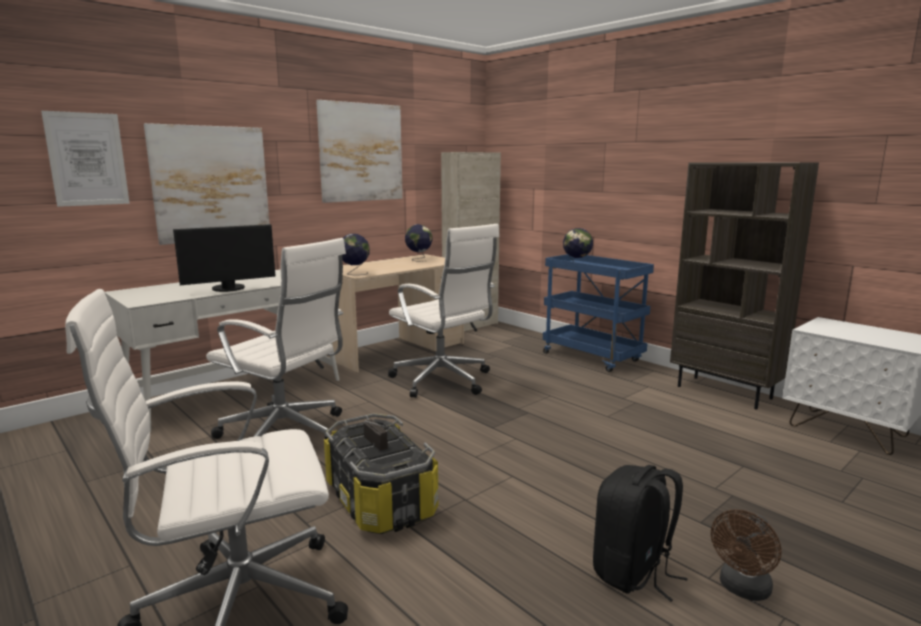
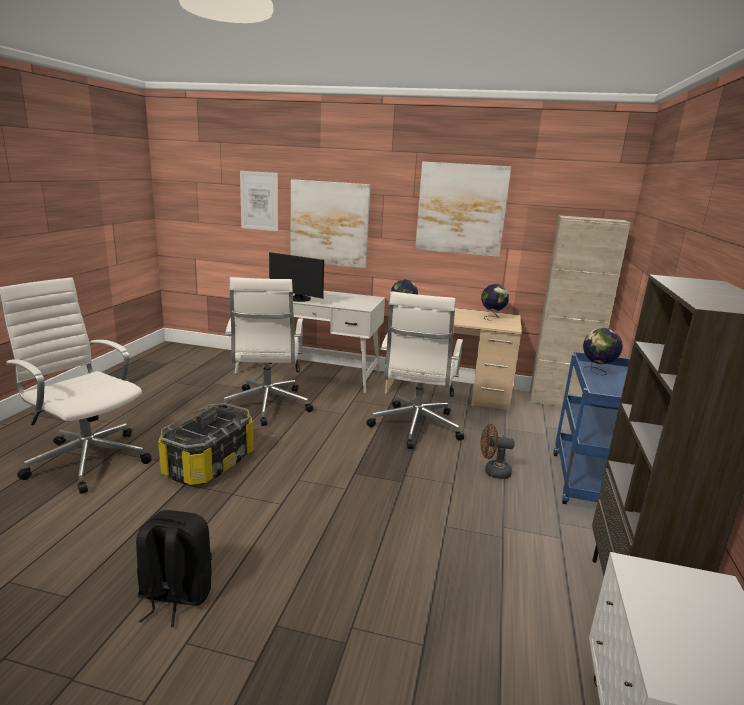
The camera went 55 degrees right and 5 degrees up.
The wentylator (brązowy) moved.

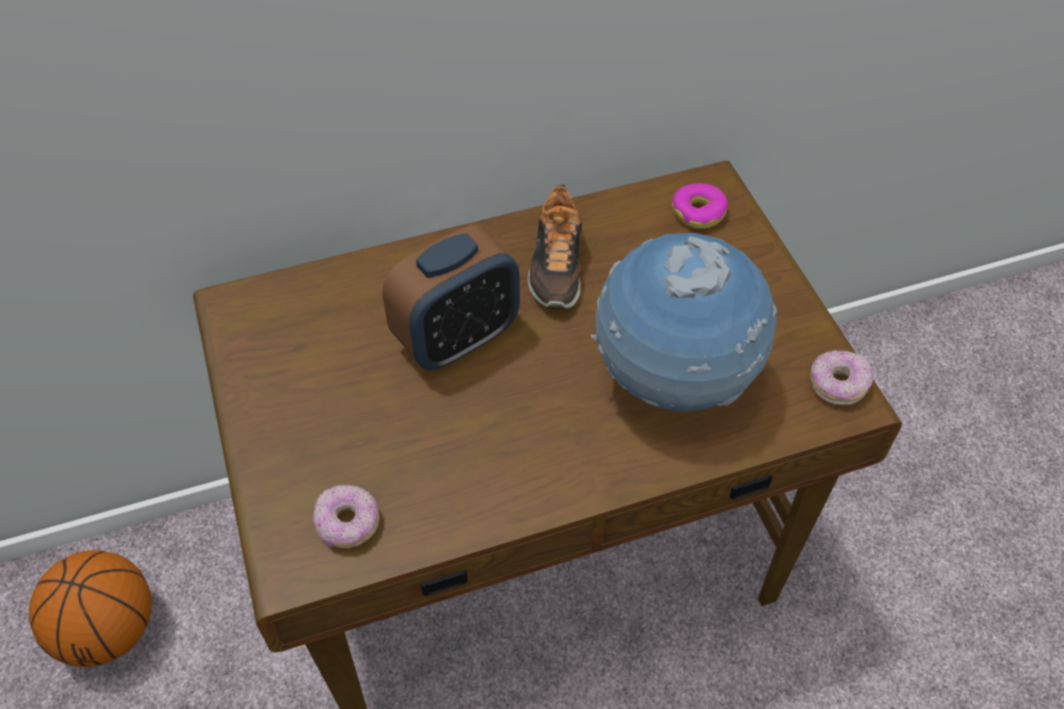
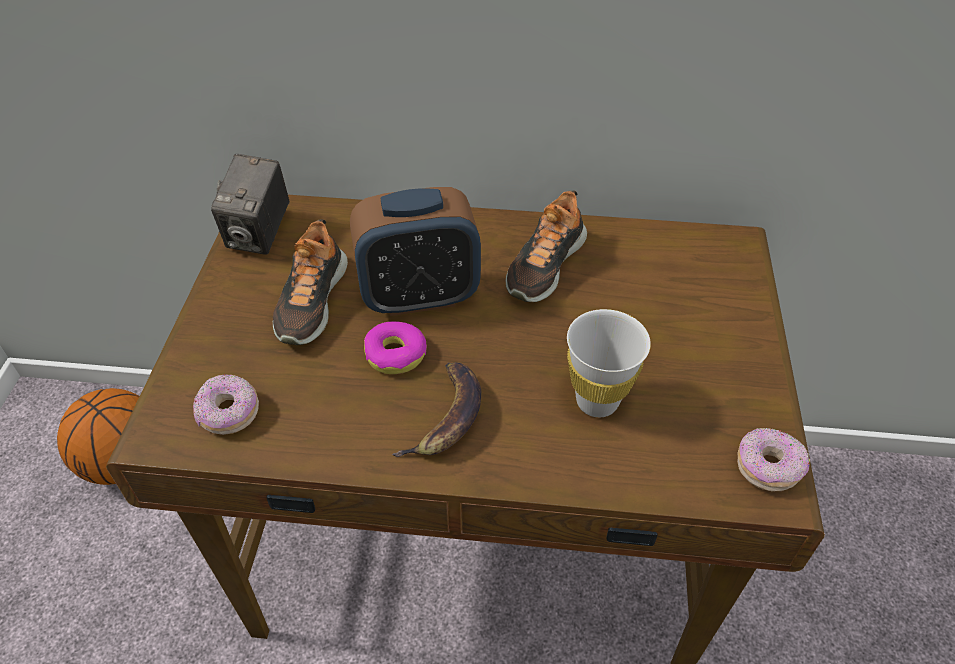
The camera went 25 degrees right and 5 degrees down.
The donut (no. 2 from left) moved.
The globus was replaced by the filiżanka (biały).
The aparat fotograficzny appeared.
The but (no. 1 from left) appeared.
The banan appeared.

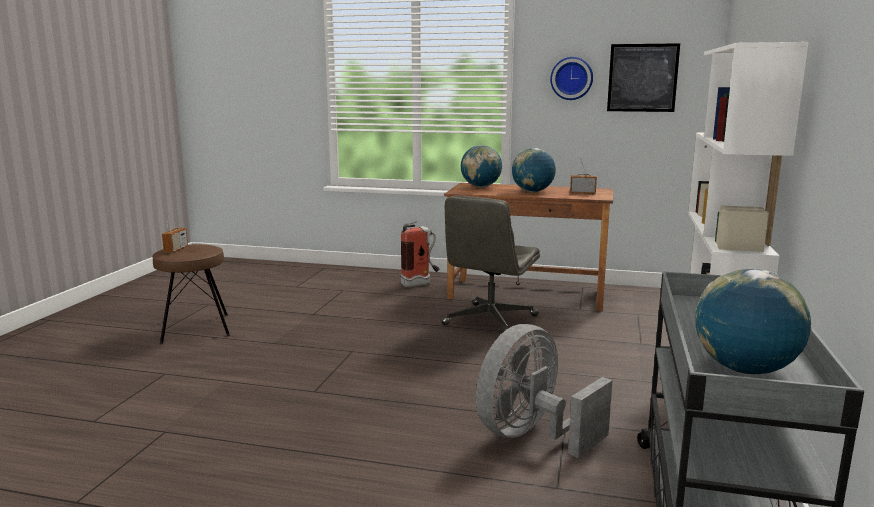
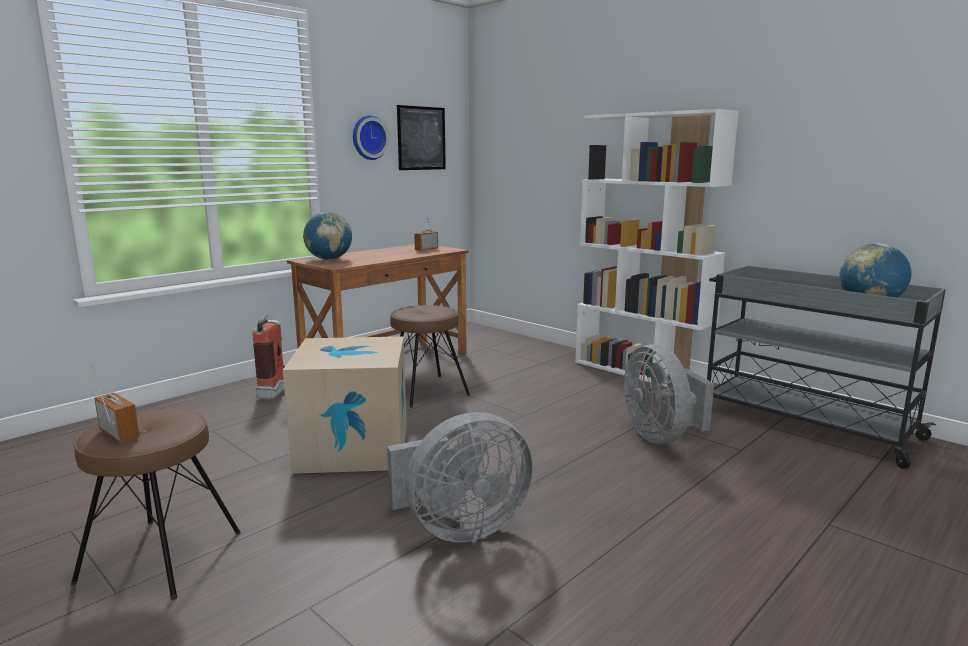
The camera went 60 degrees left and 0 degrees up.
The globus (no. 2 from left) disappeared.
The krzesło biurowe (szary) was replaced by the stołek (brązowy) (no. 2 from left).
The karton appeared.
The wentylator (szary) (no. 1 from left) appeared.

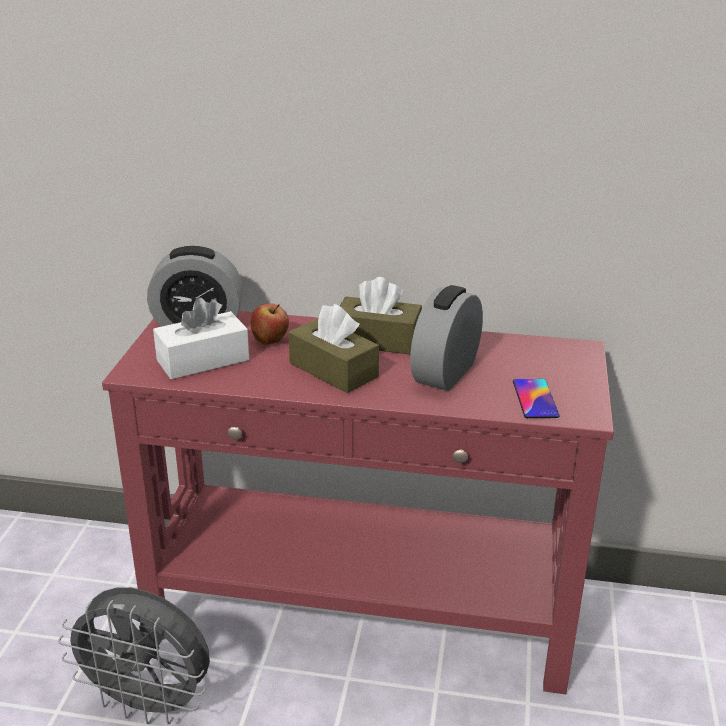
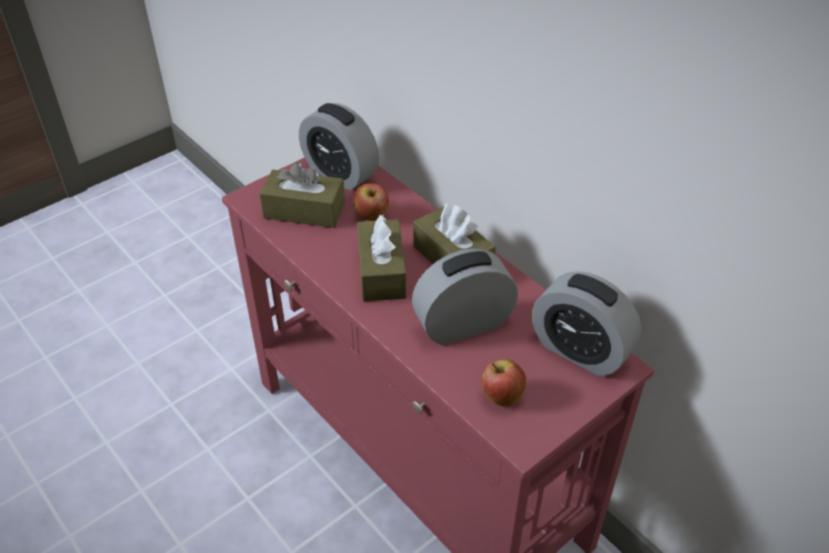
The camera went 40 degrees right and 15 degrees up.
The pudełko chusteczek (biały) became the pudełko chusteczek (brązowy) (no. 1 from left).
The telefon was replaced by the jabłko (no. 2 from left).
The wentylator (szary) disappeared.
The budzik (no. 3 from left) appeared.

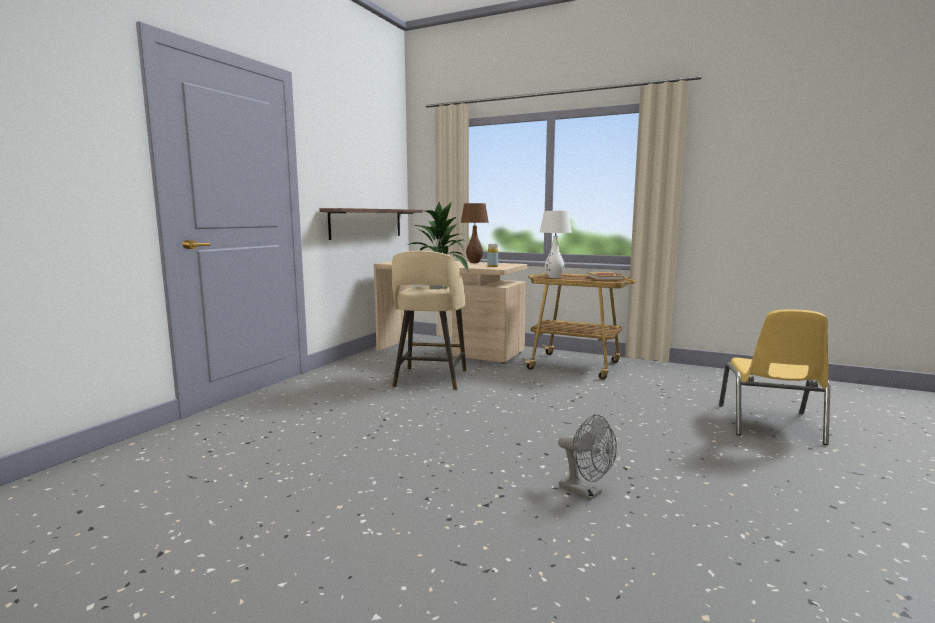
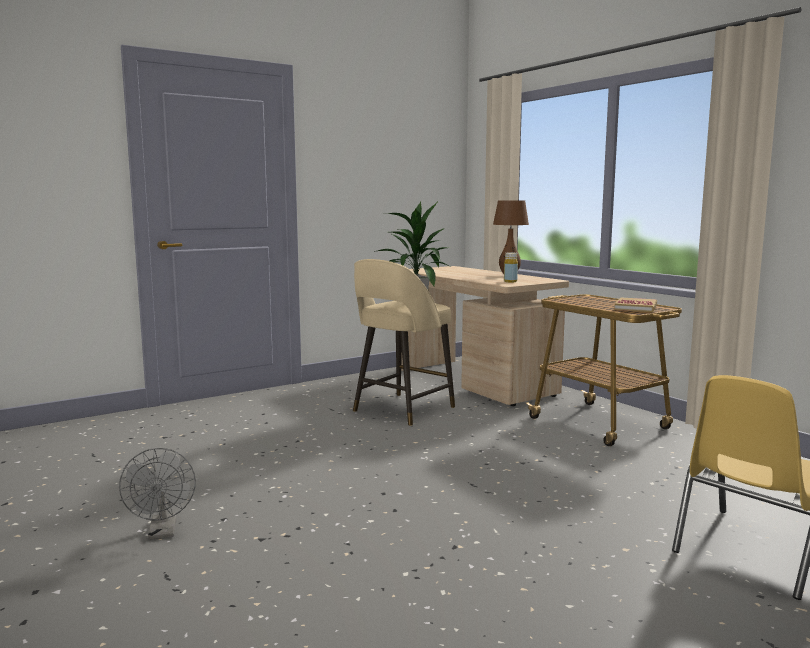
The camera went 30 degrees right and 0 degrees up.
The półka disappeared.
The lampa stołowa (biały) disappeared.
The wentylator (szary) moved.

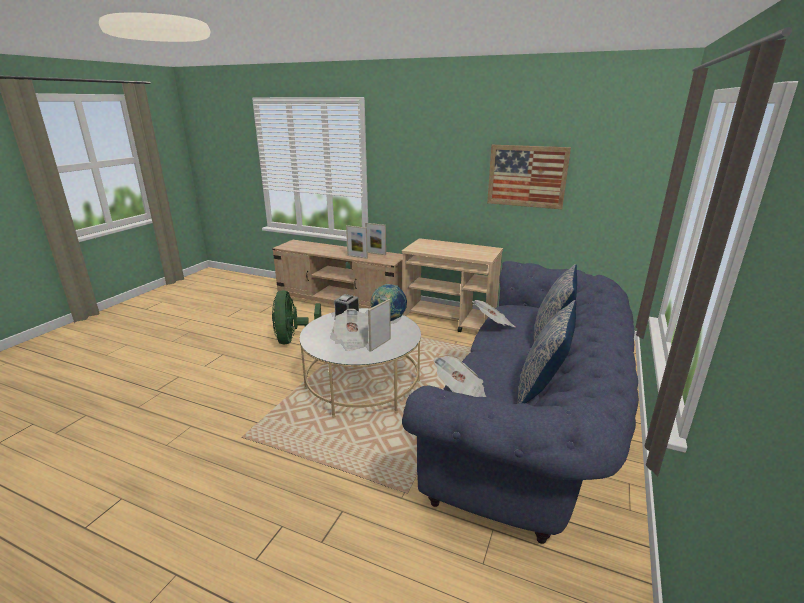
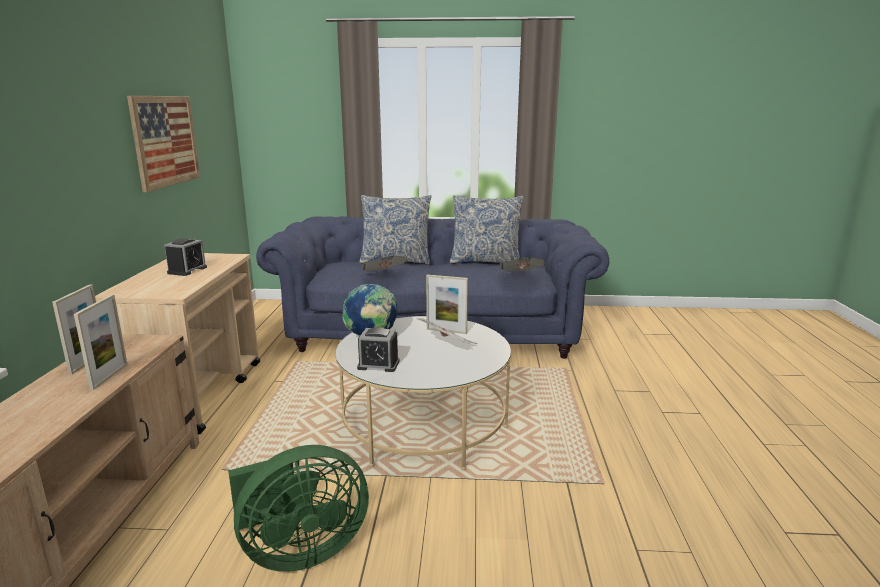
The camera went 110 degrees left and 5 degrees down.
The budzik (no. 1 from left) appeared.

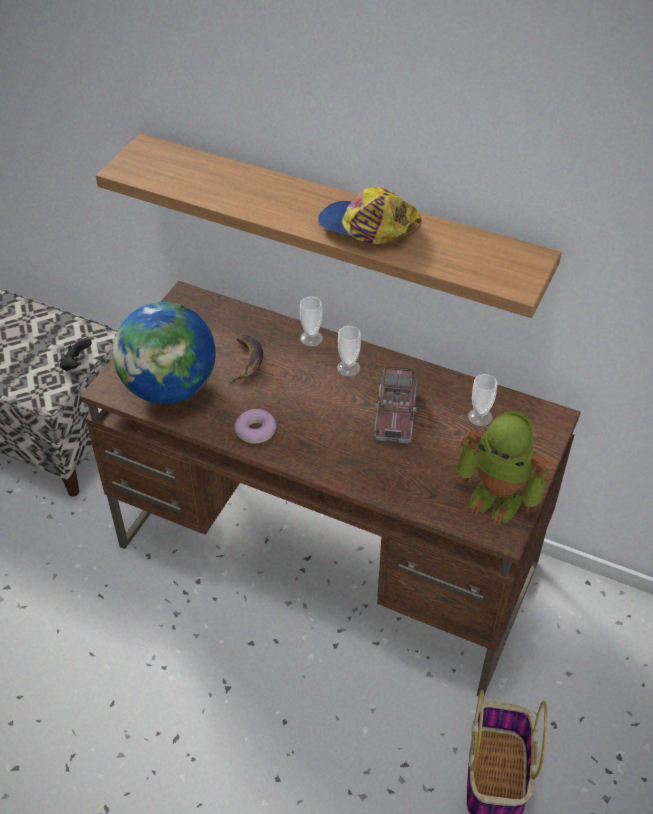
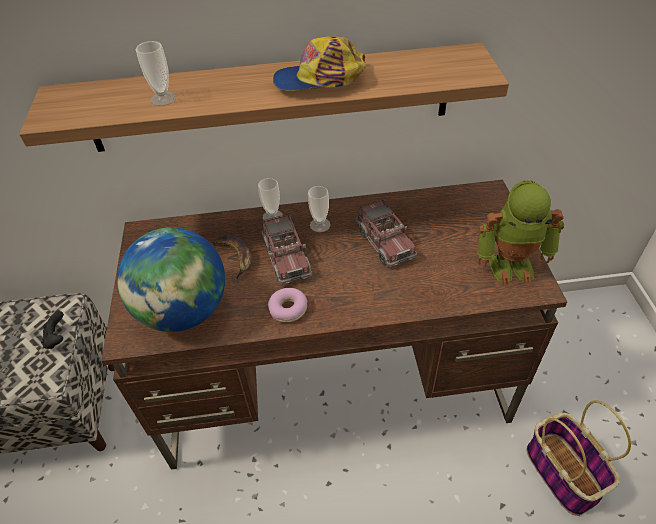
The camera went 30 degrees left and 0 degrees up.
The filiżanka (no. 3 from left in the first image) moved.
The ciężarówka zabawkowa (no. 1 from left) appeared.

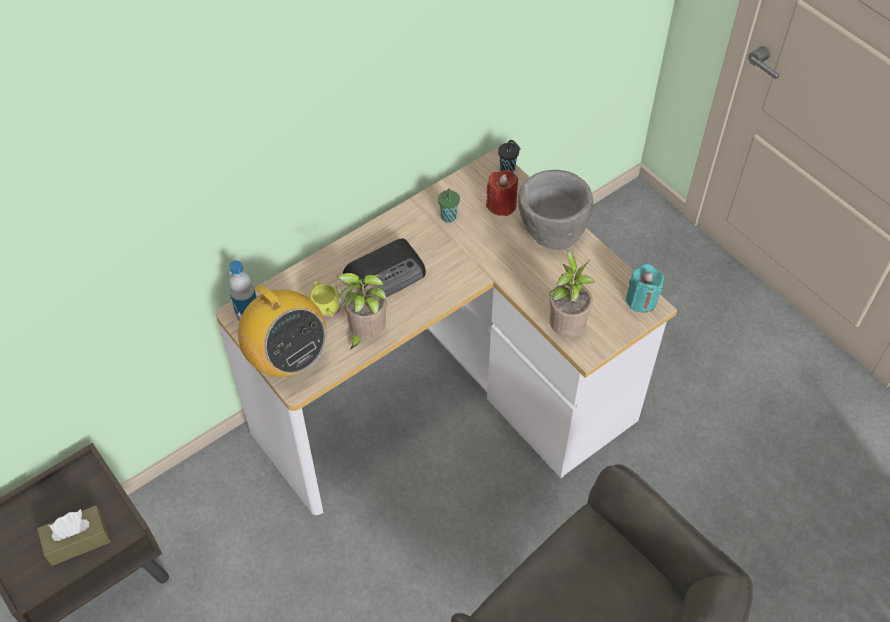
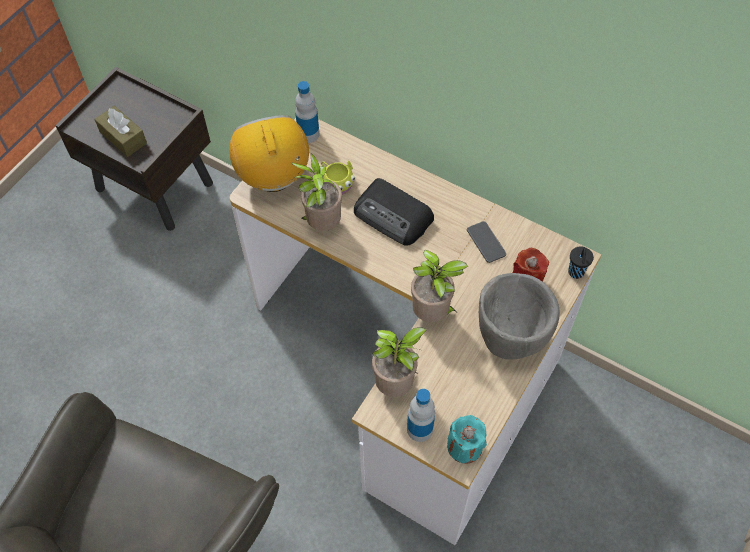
The camera went 70 degrees right and 5 degrees up.
The filiżanka (zielony) was replaced by the telefon.
The radio (no. 1 from left) turned 135 degrees clockwise.
The roślina doniczkowa (no. 3 from left) appeared.
The butelka (no. 2 from left) appeared.

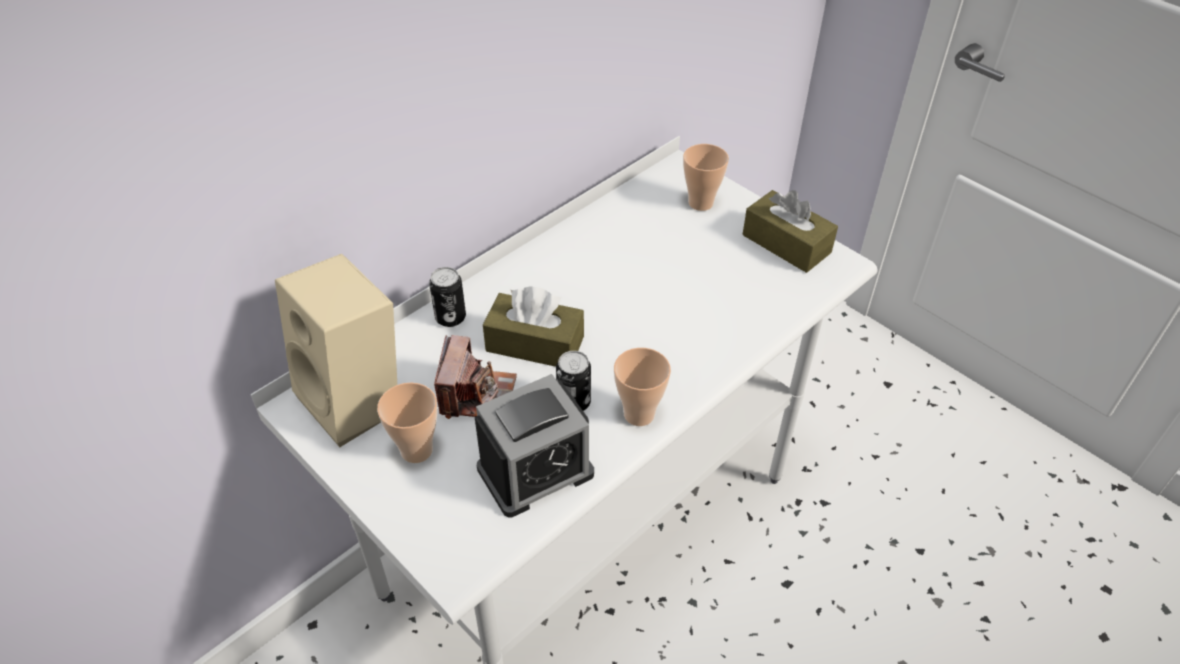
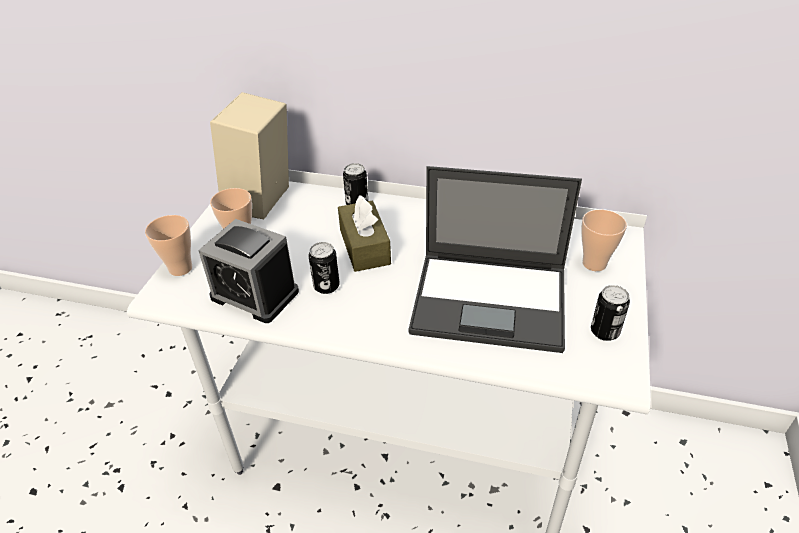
The camera went 60 degrees right and 5 degrees down.
The pudełko chusteczek (brązowy) (no. 2 from left) was replaced by the puszka (no. 3 from left).
The aparat fotograficzny disappeared.
The filiżanka (no. 2 from left in the first image) moved.
The laptop appeared.

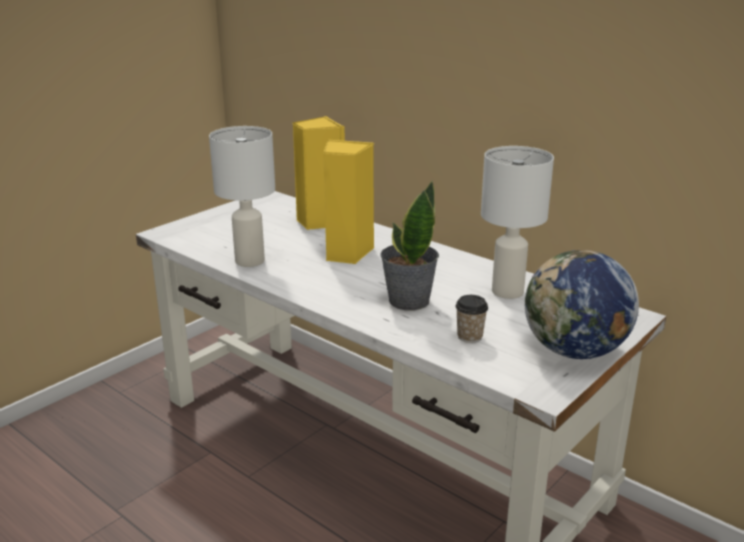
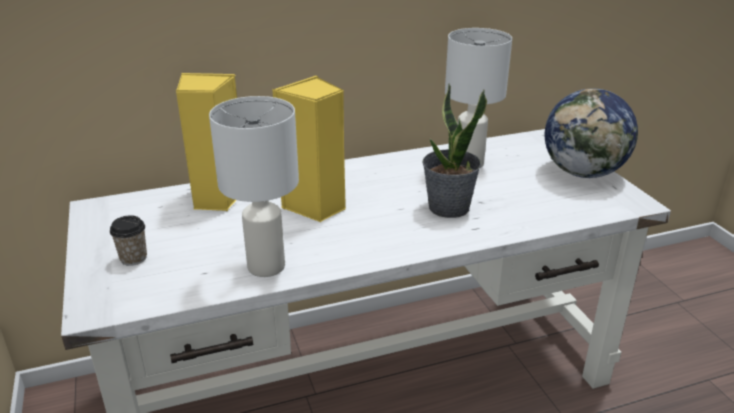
The camera went 60 degrees left and 5 degrees up.
The filiżanka moved.

